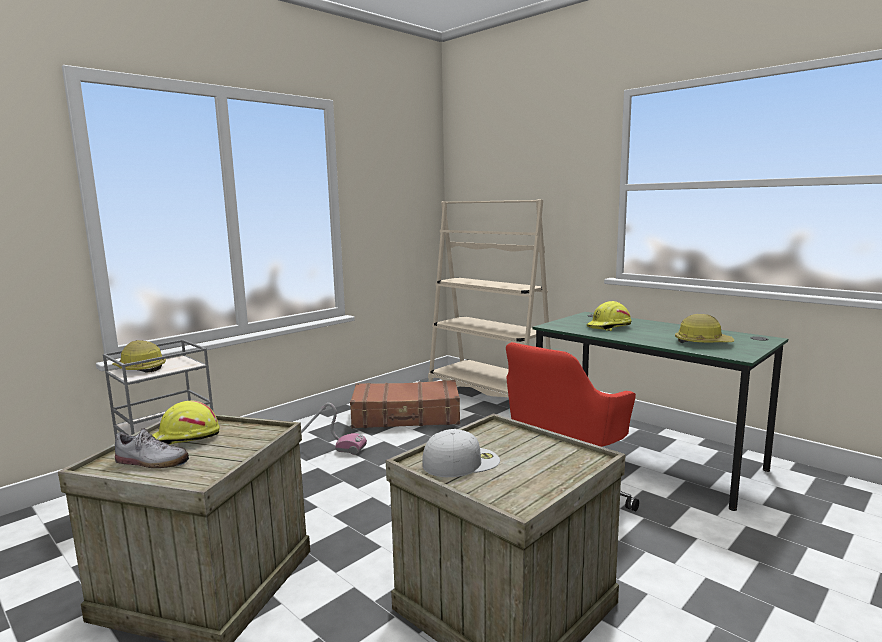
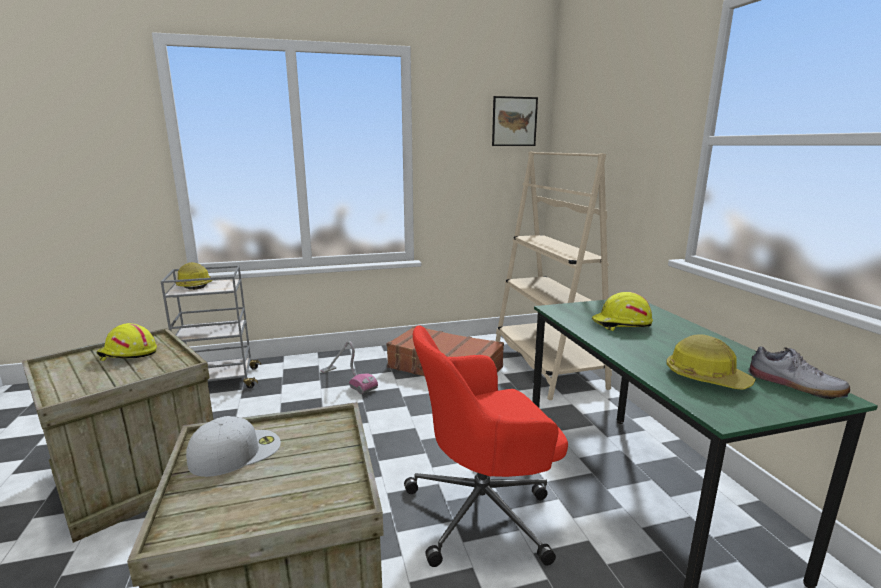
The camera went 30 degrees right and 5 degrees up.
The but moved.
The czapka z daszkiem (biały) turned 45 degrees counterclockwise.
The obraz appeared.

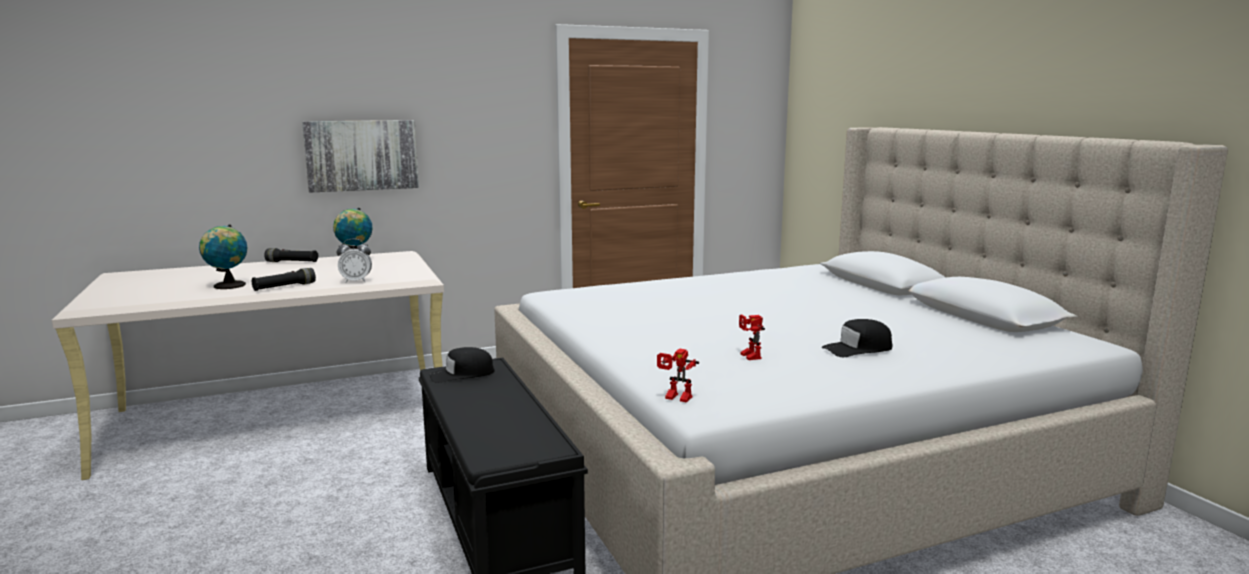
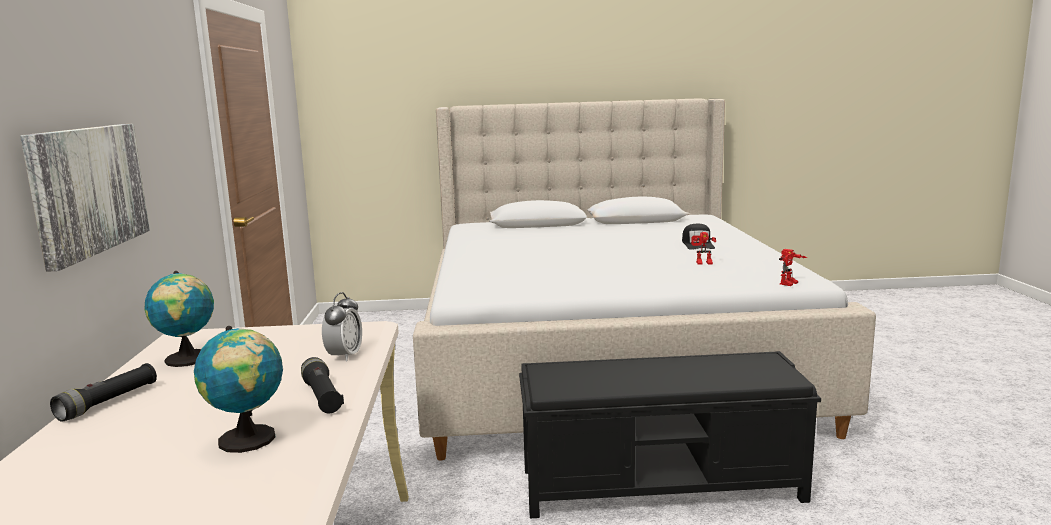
The camera went 70 degrees left and 0 degrees up.
The czapka z daszkiem (czarny) (no. 1 from left) disappeared.

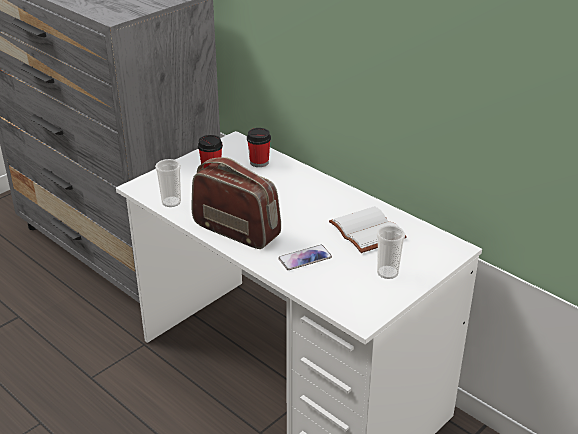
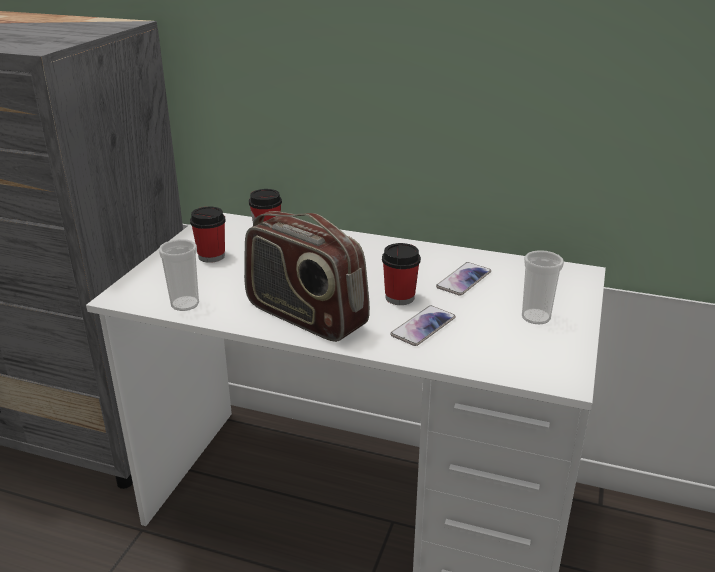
The camera went 25 degrees left and 5 degrees down.
The radio turned 150 degrees counterclockwise.
The książka (biały) was replaced by the telefon (no. 2 from left).
The filiżanka (no. 4 from left) appeared.

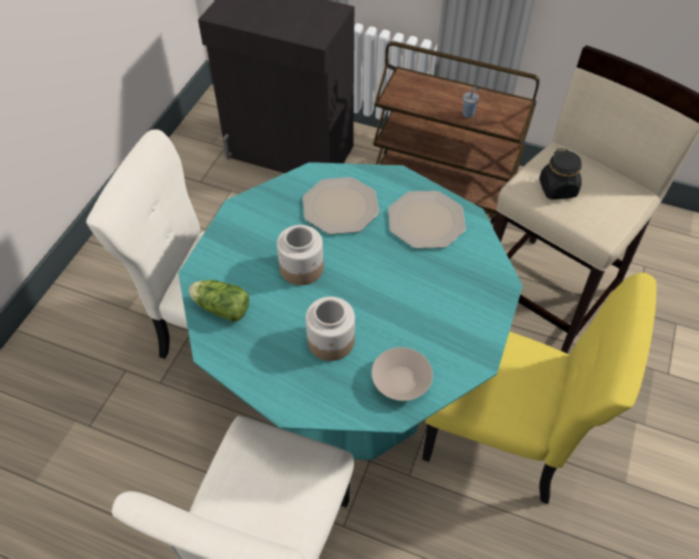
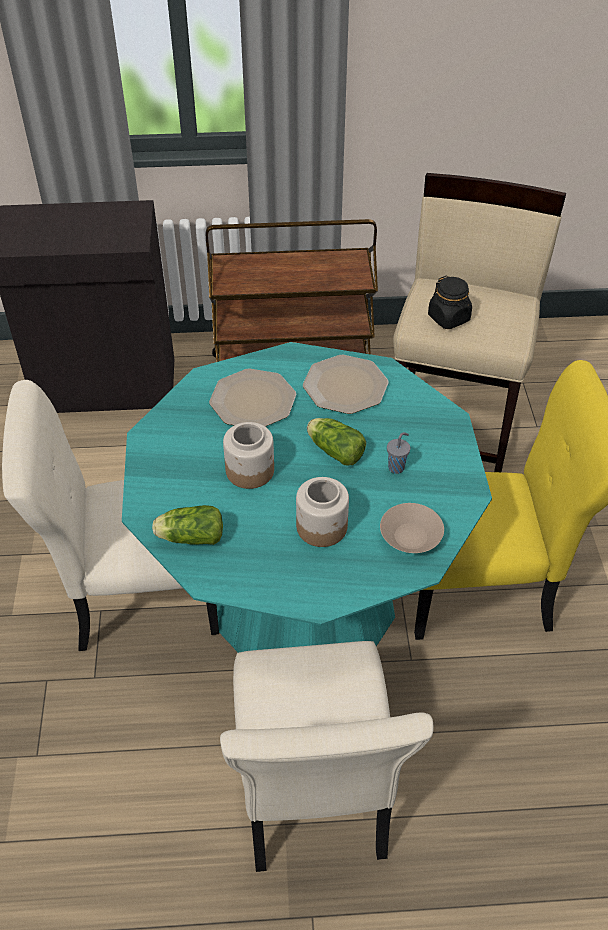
The camera went 25 degrees left and 5 degrees down.
The filiżanka (szary) moved.
The sałata (no. 2 from left) appeared.

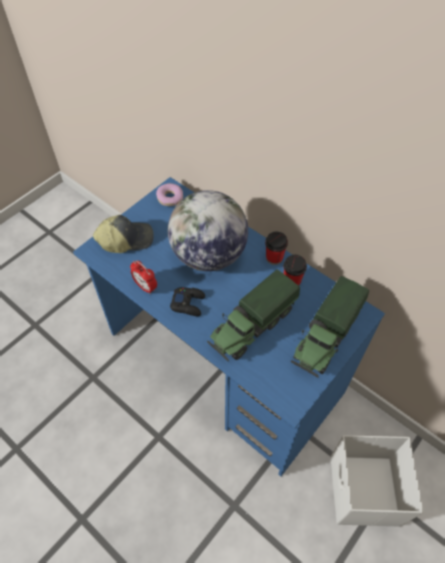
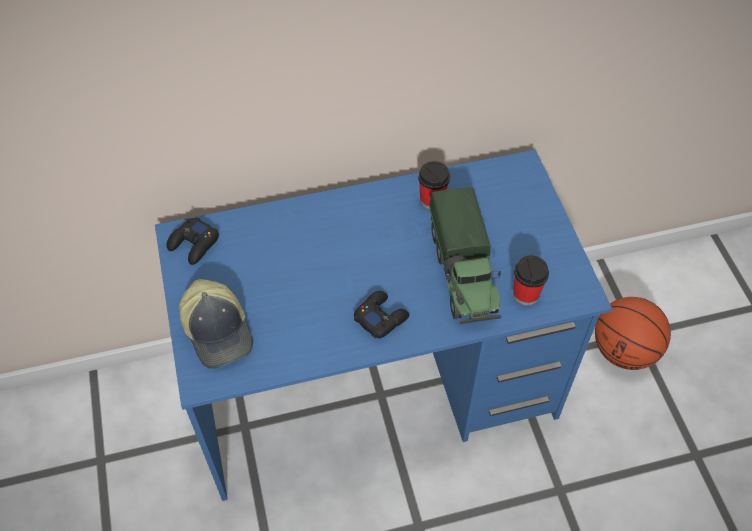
The camera went 55 degrees left and 0 degrees up.
The donut was replaced by the pad do gier (czarny) (no. 1 from left).
The globus disappeared.
The czapka z daszkiem turned 135 degrees clockwise.
The filiżanka (no. 1 from left in the first image) moved.
The budzik disappeared.
The ciężarówka zabawkowa (no. 2 from left) disappeared.
The pojemnik do przechowywania (biały) was replaced by the piłka do koszykówki.

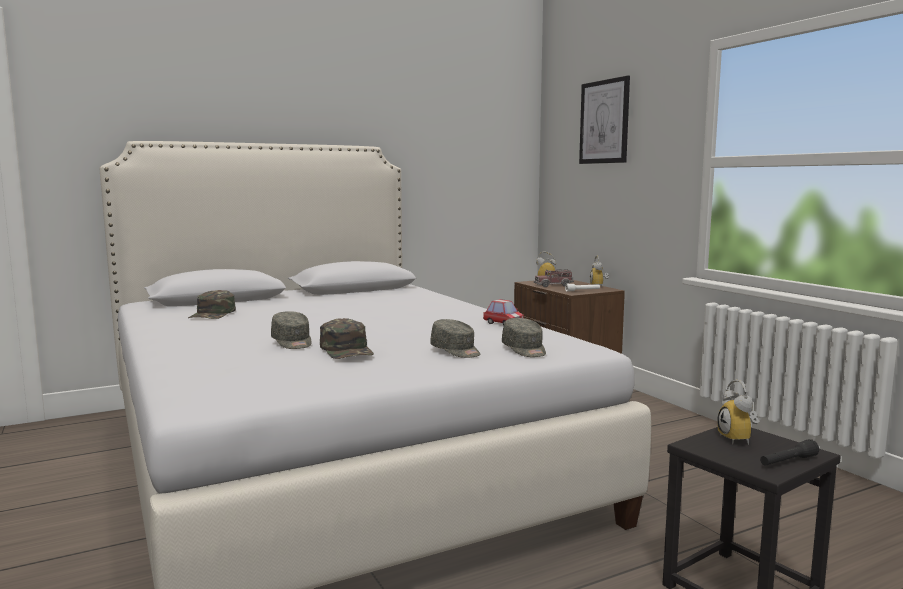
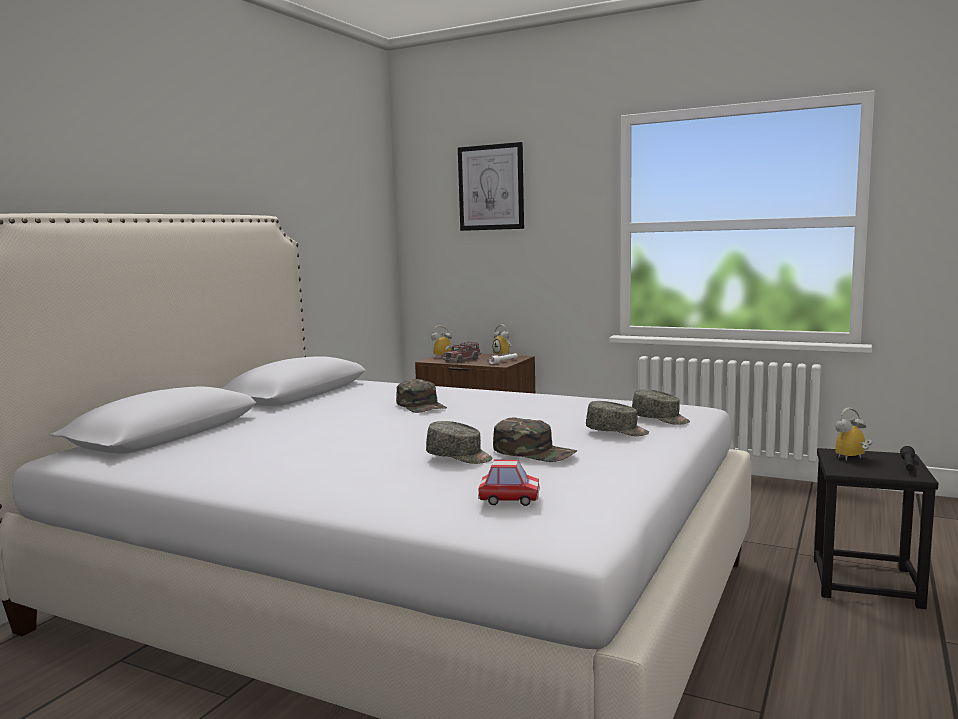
The camera went 35 degrees left and 0 degrees up.
The czapka z daszkiem (zielony) (no. 1 from left) moved.
The samochodzik moved.
The budzik (no. 3 from left) turned 105 degrees clockwise.

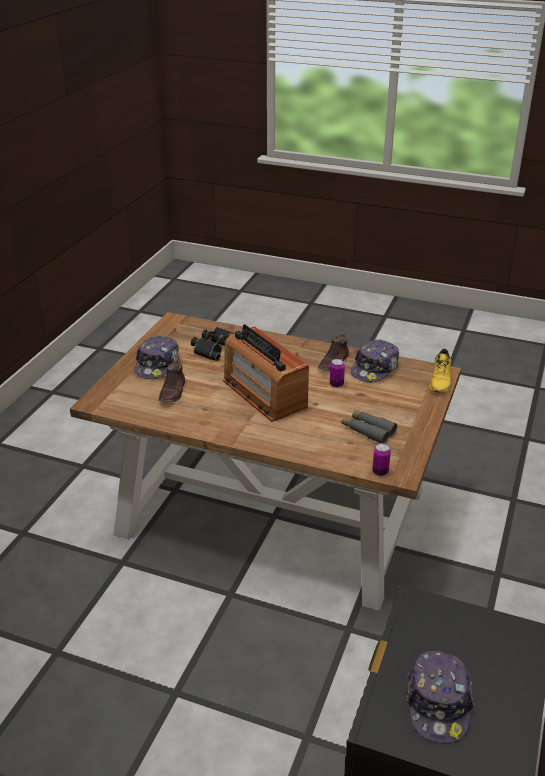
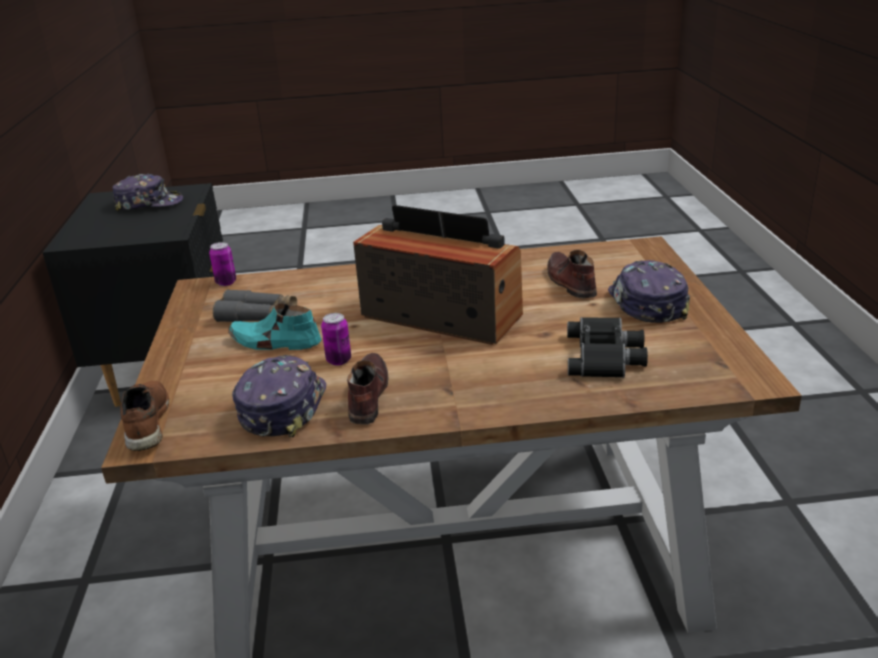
The camera went 155 degrees right and 5 degrees down.
The but (żółty) became the but (brązowy) (no. 1 from left).
The czapka z daszkiem (no. 3 from left in the first image) turned 105 degrees clockwise.
The but (turkusowy) appeared.

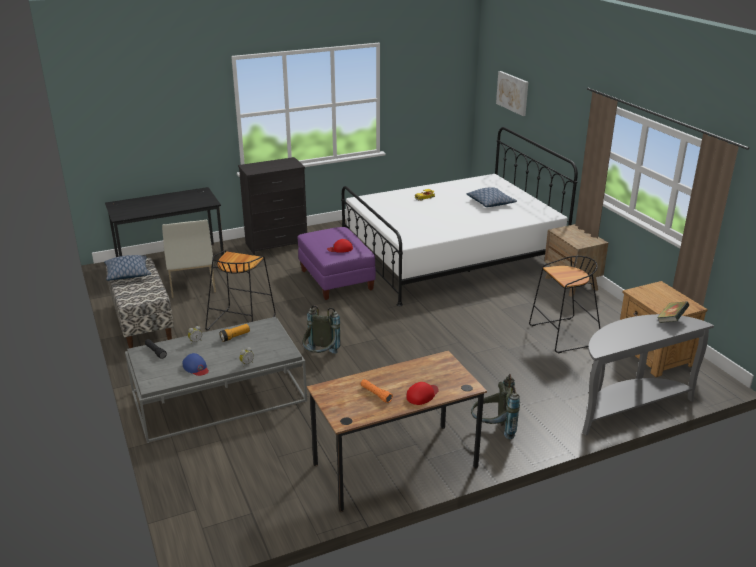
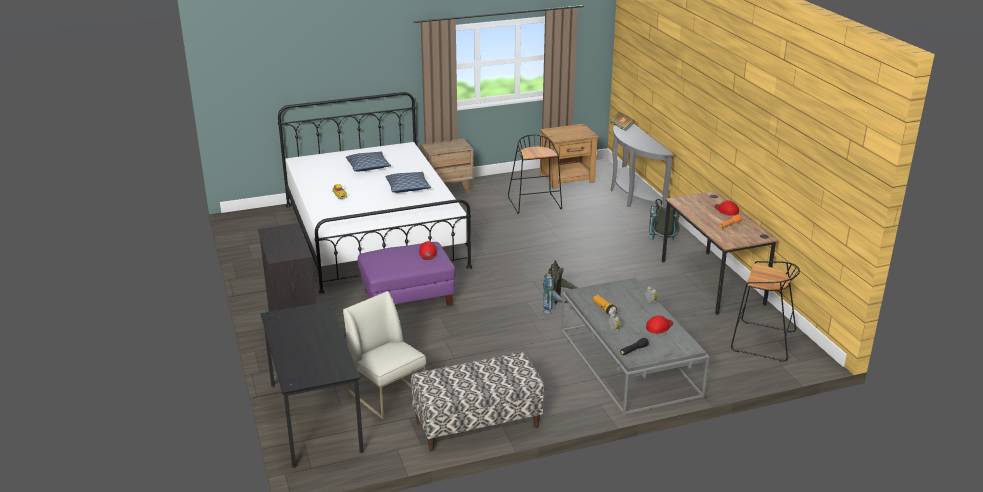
The camera went 85 degrees left and 0 degrees up.
The obraz disappeared.
The krzesło (biały) turned 120 degrees counterclockwise.
The stołek (czarny) (no. 1 from left in the first image) moved.
The poduszka (no. 1 from left in the first image) moved.
The czapka z daszkiem (niebieski) became the czapka z daszkiem (czerwony) (no. 2 from left).

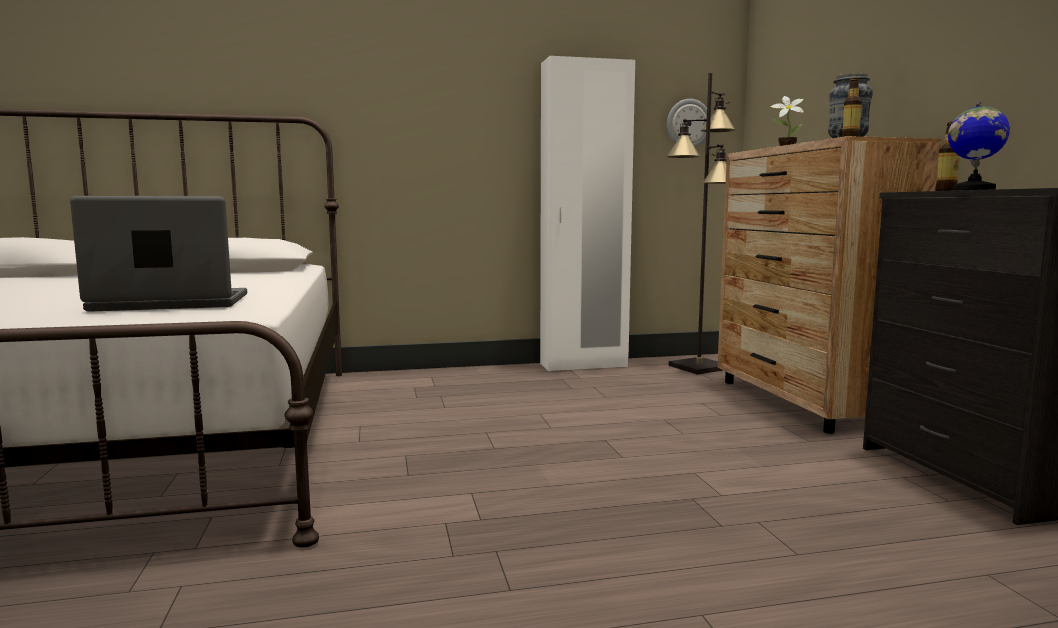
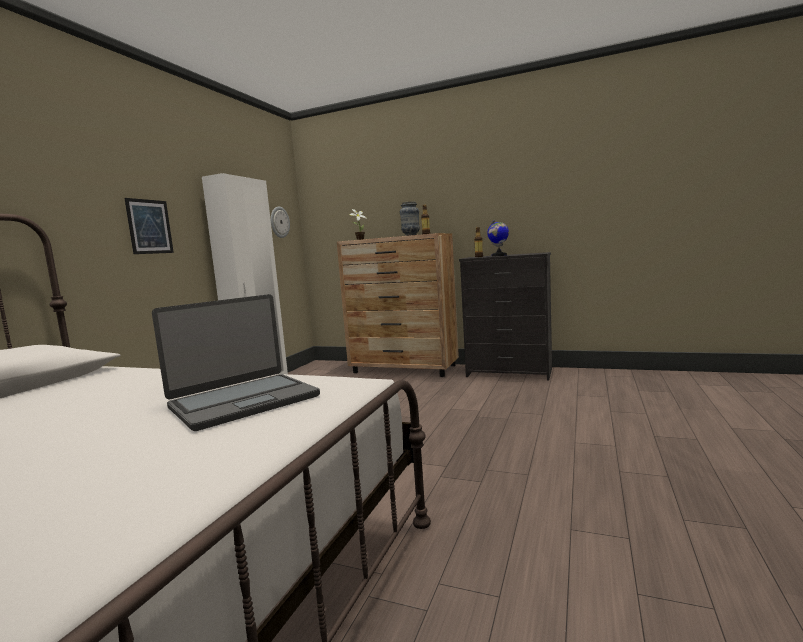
The camera went 55 degrees left and 0 degrees up.
The lampa stojąca (czarny) disappeared.
The laptop turned 150 degrees counterclockwise.
The obraz appeared.

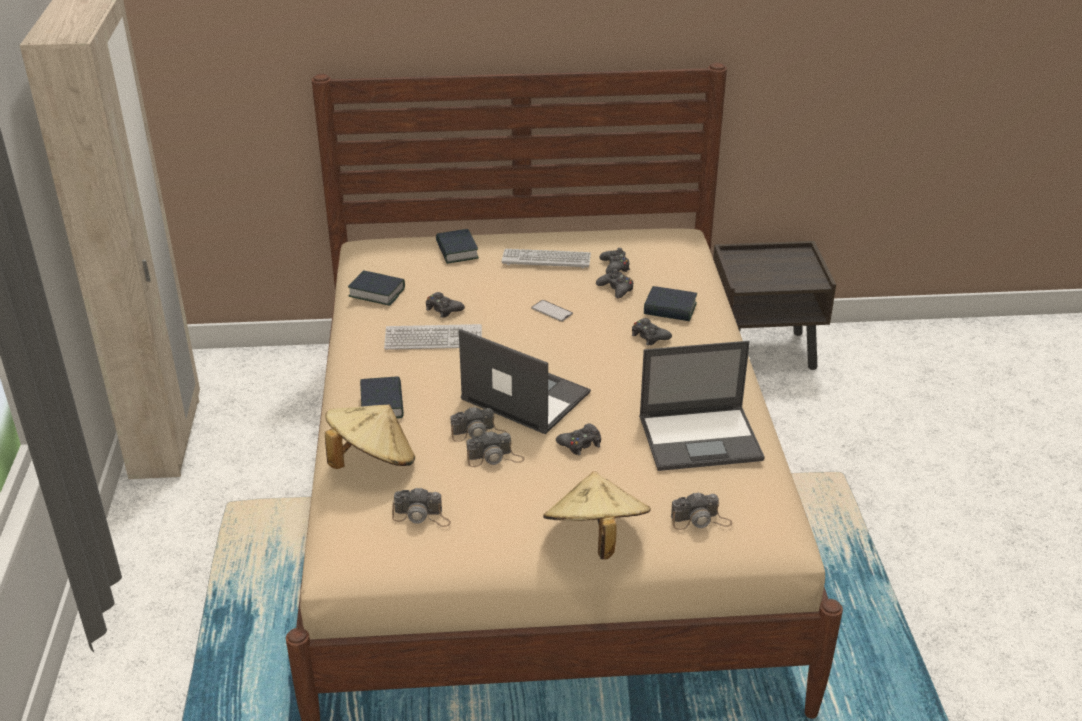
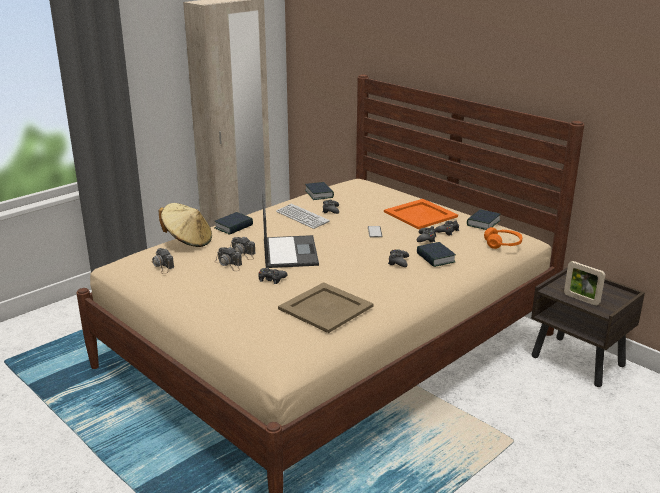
The camera went 50 degrees right and 10 degrees down.
The książka (no. 3 from left in the first image) moved.
The klawiatura (no. 2 from left) was replaced by the taca (pomarańczowy).
The laptop (no. 2 from left) was replaced by the taca (beżowy).
The kapelusz (beżowy) (no. 2 from left) disappeared.
The aparat fotograficzny (no. 4 from left) disappeared.
The słuchawki (pomarańczowy) appeared.
The ramka na zdjęcie appeared.

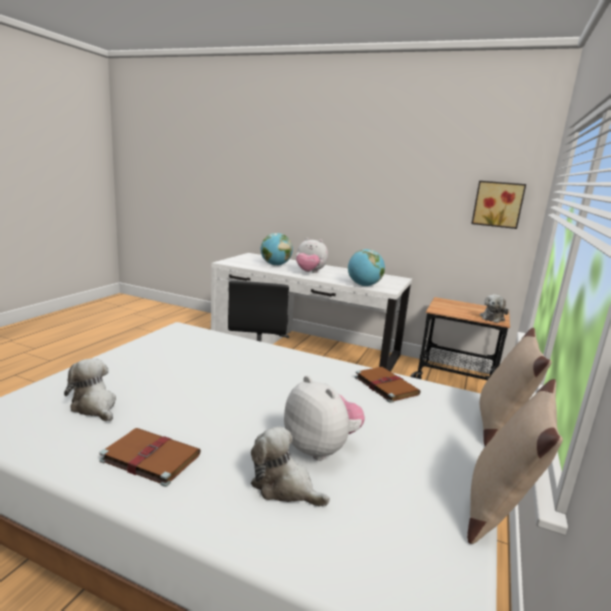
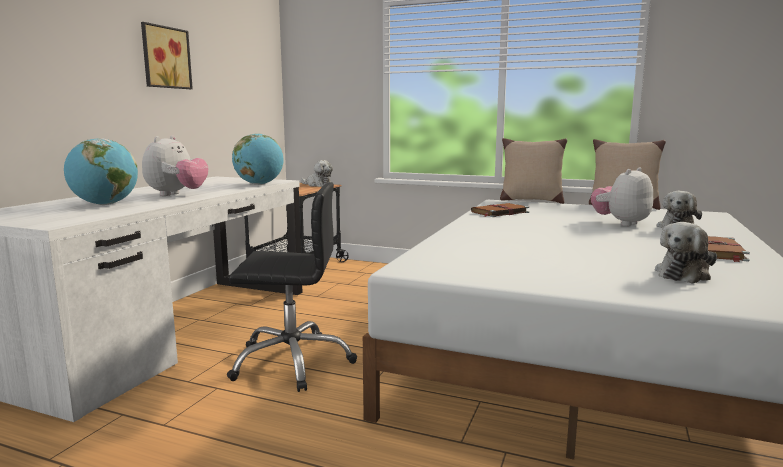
The camera went 90 degrees left and 5 degrees down.
The obraz moved.

